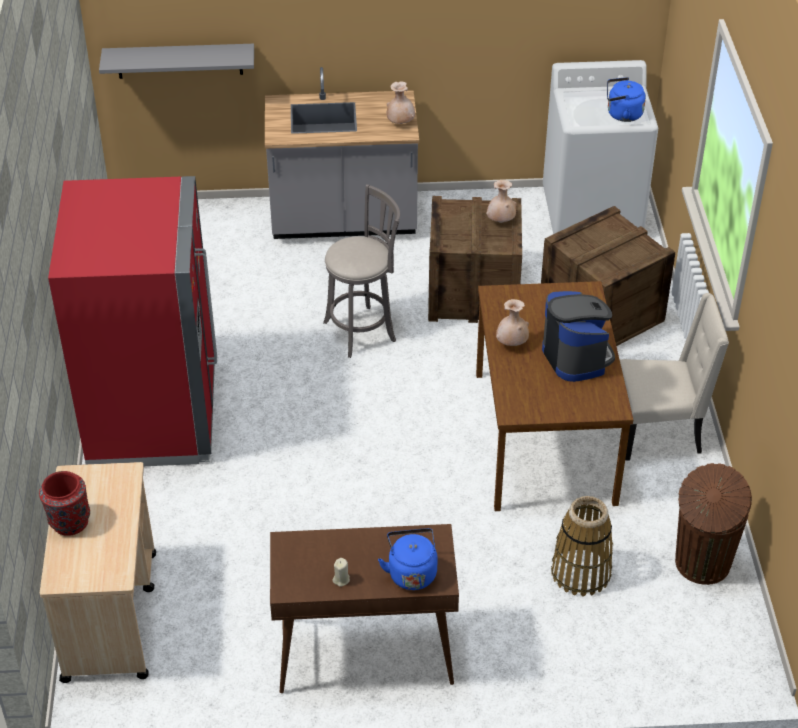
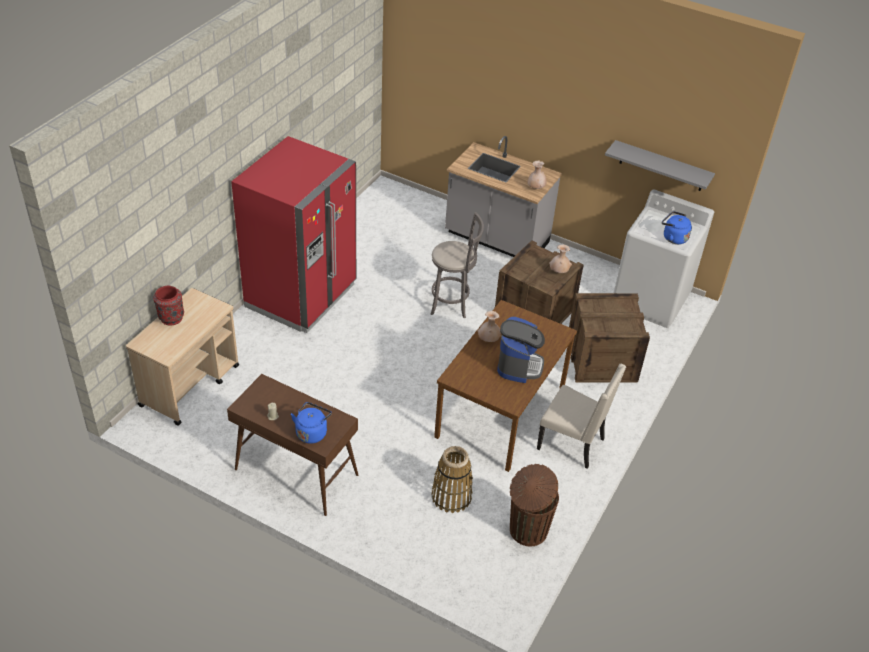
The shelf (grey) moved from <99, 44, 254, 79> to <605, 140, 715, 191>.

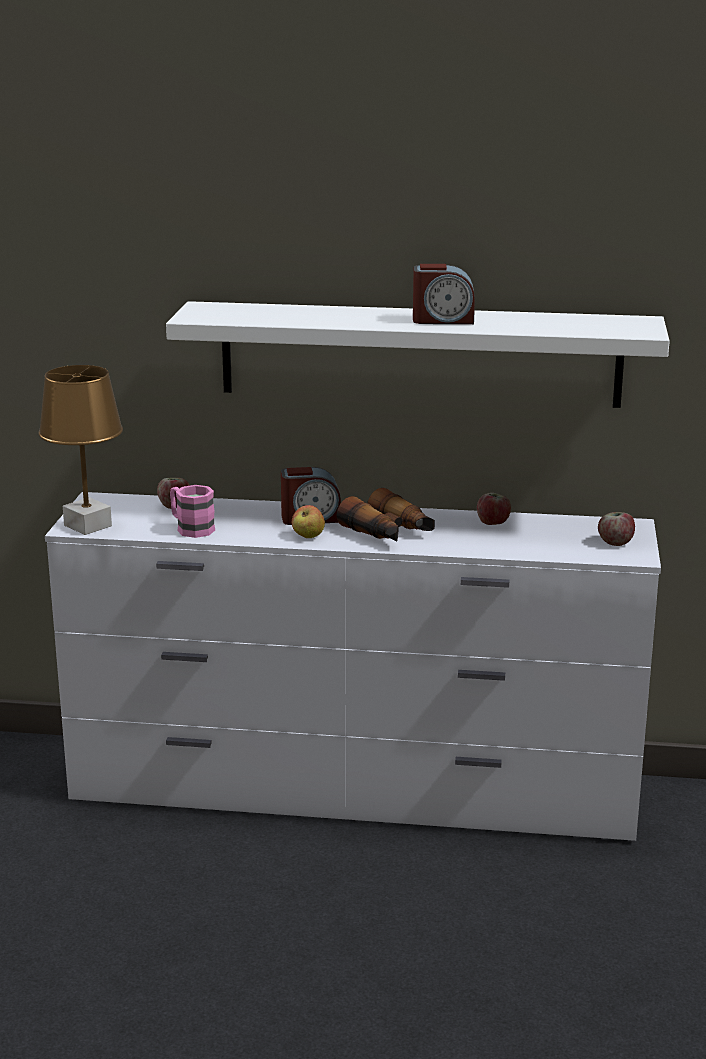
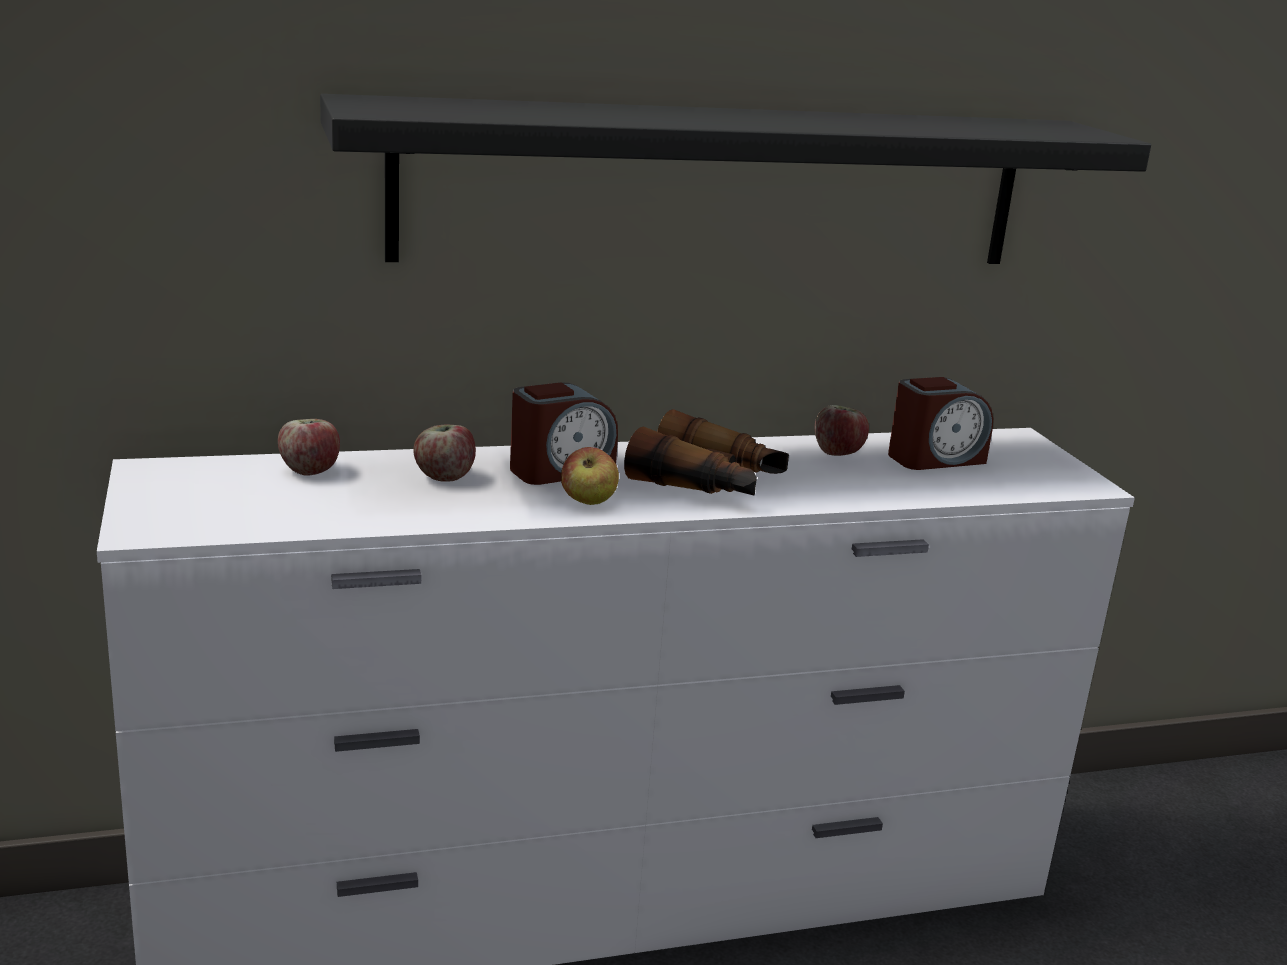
The table lamp (brown) at <39, 365, 123, 535> disappeared.
The mug (pink) at <170, 485, 215, 538> disappeared.
The alarm clock moved from <413, 264, 475, 324> to <888, 377, 993, 470>.
The apple moved from <598, 512, 635, 546> to <413, 424, 476, 482>.
The shelf (white) at <166, 301, 670, 408> became the shelf (black) at <320, 94, 1151, 264>.

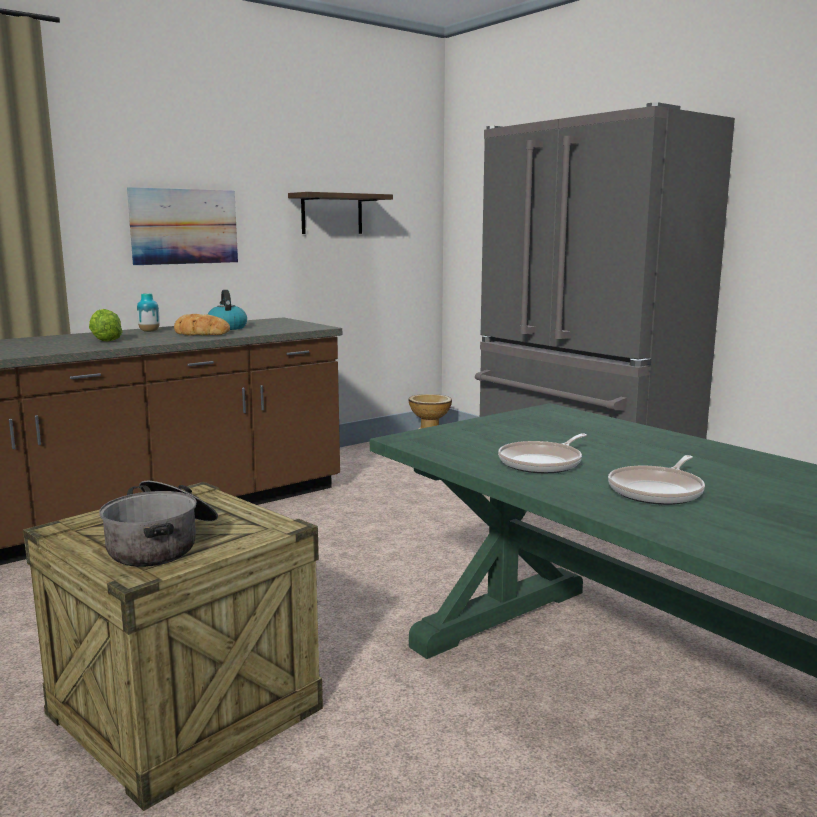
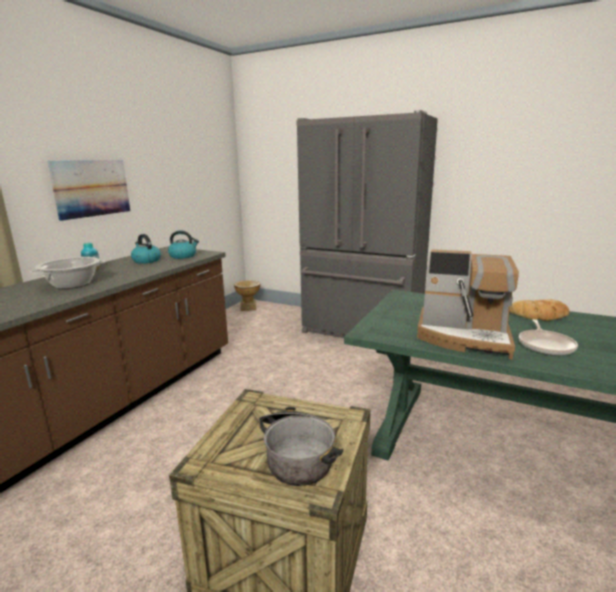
The shelf at <288, 192, 393, 234> disappeared.
The kettle at <168, 230, 199, 259> appeared.
The bread moved from <174, 314, 230, 335> to <510, 299, 570, 321>.
The lettuce at <89, 309, 123, 342> was replaced by the cooking pot at <30, 257, 105, 289>.
The frying pan at <498, 433, 587, 473> was replaced by the coffee machine at <417, 249, 519, 359>.

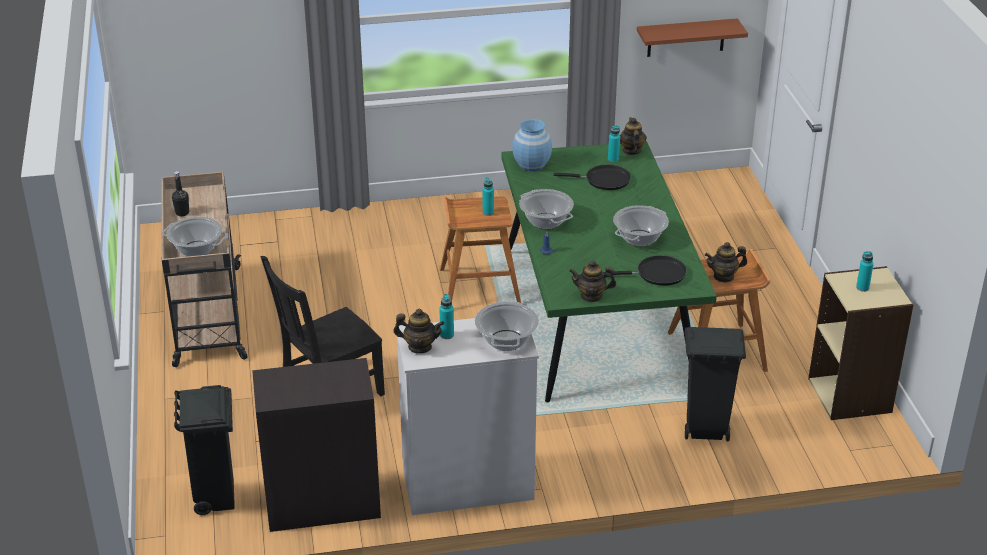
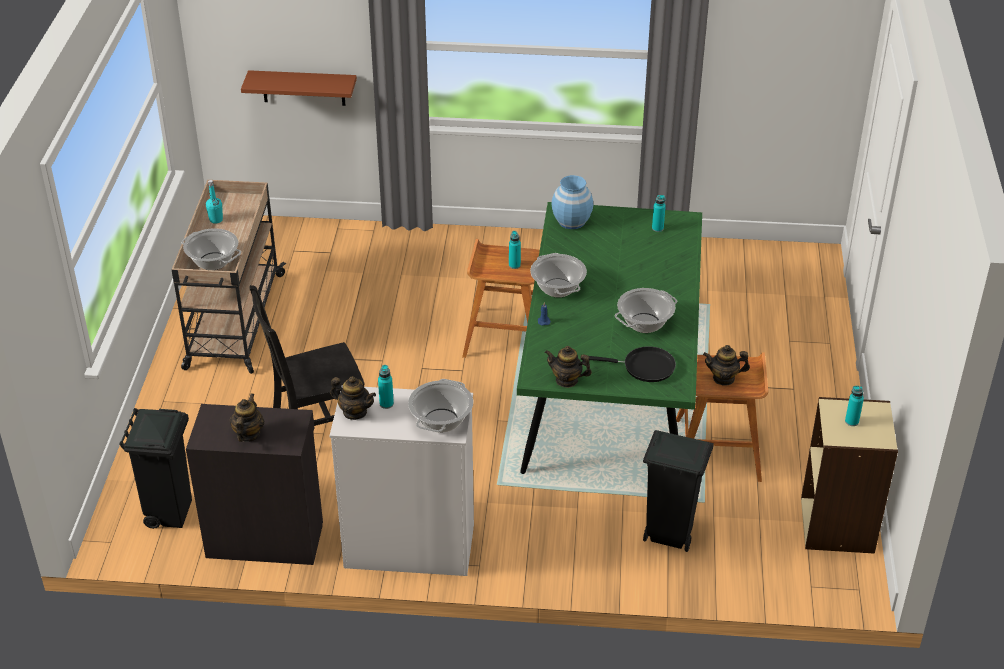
The frying pan (black) at <554, 165, 631, 190> disappeared.
The teapot moved from <620, 117, 647, 155> to <230, 393, 264, 442>.
The shelf (brown) moved from <637, 18, 748, 57> to <241, 70, 357, 106>.
The bottle (black) at <172, 171, 189, 216> became the bottle (turquoise) at <206, 180, 223, 224>.

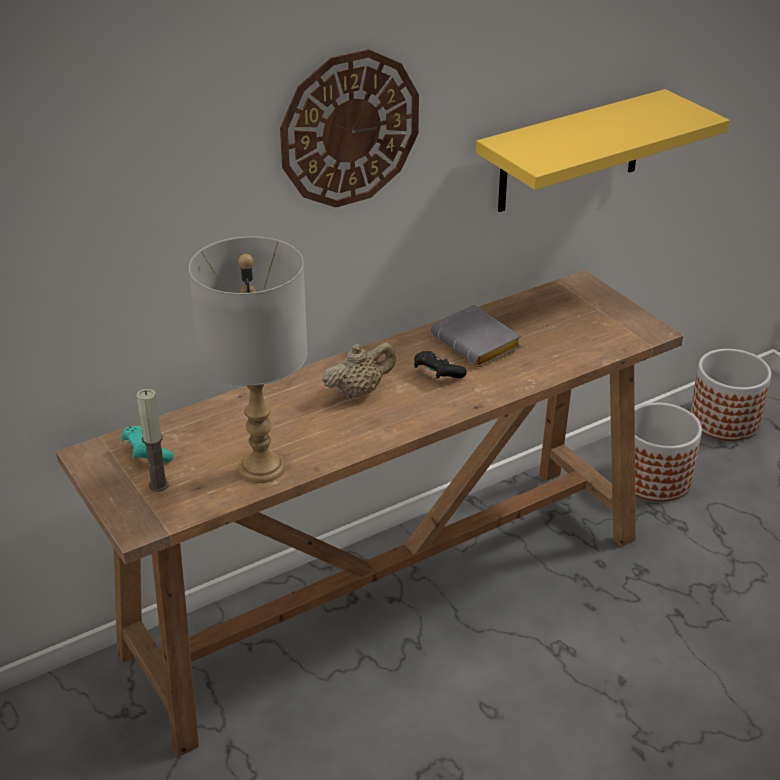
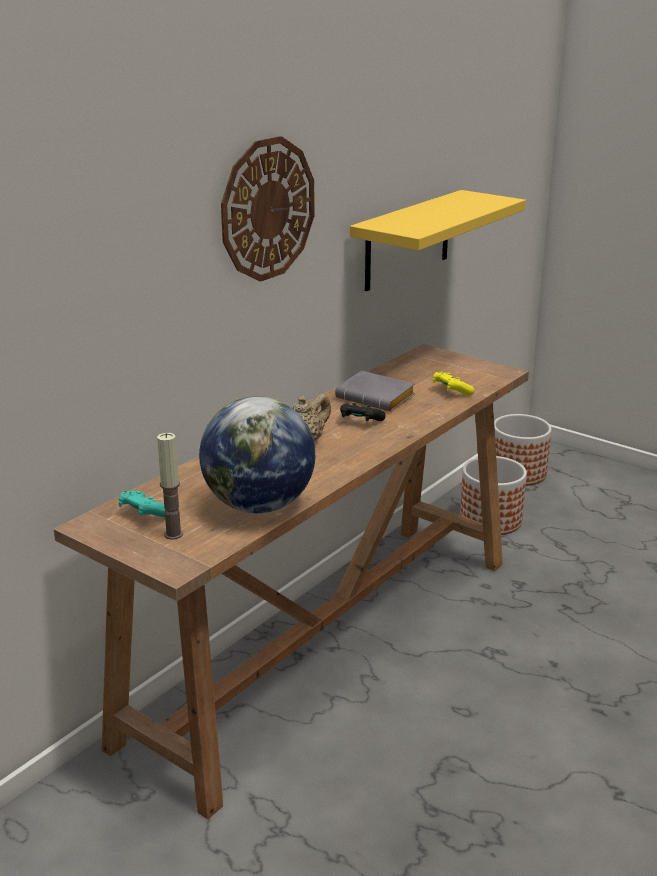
The game controller (yellow) at <433, 372, 475, 396> appeared.
The table lamp (grey) at <189, 236, 308, 483> was replaced by the globe at <199, 396, 315, 513>.

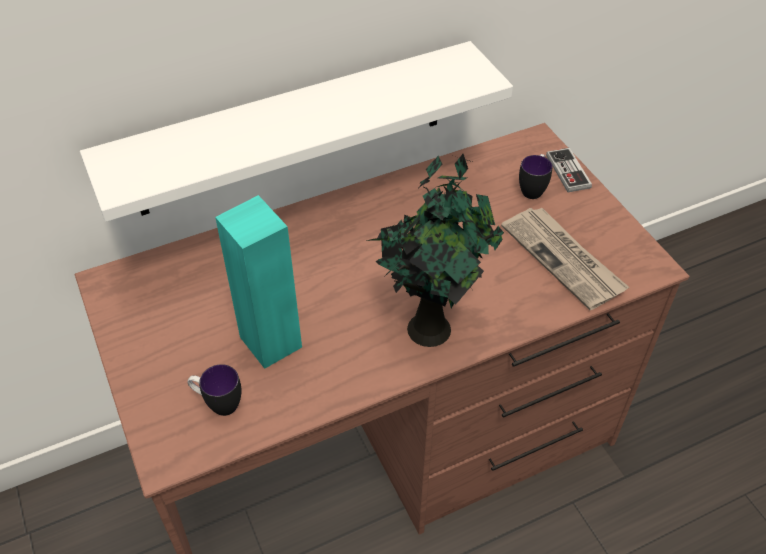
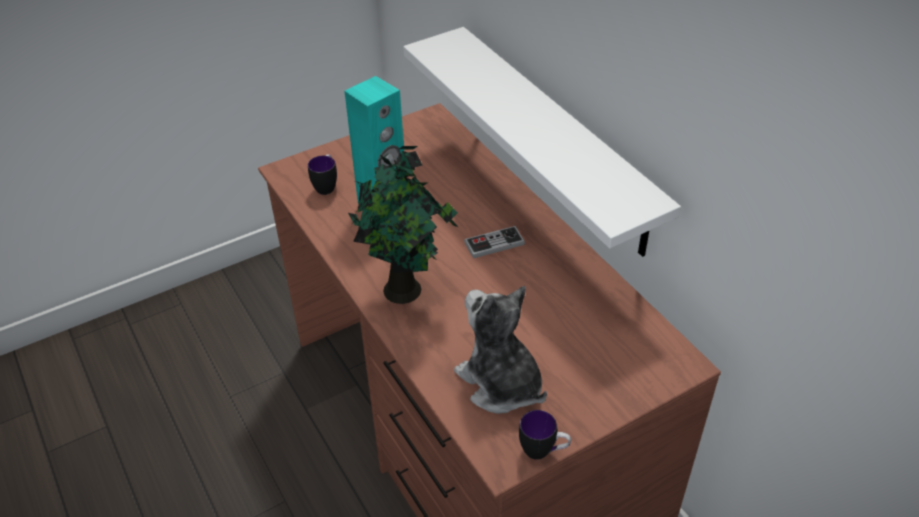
The mug moved from <519, 154, 553, 199> to <519, 410, 571, 460>.
The game controller moved from <546, 148, 592, 192> to <464, 226, 525, 258>.
The newspaper at <501, 208, 629, 310> was replaced by the plush toy at <454, 286, 547, 414>.

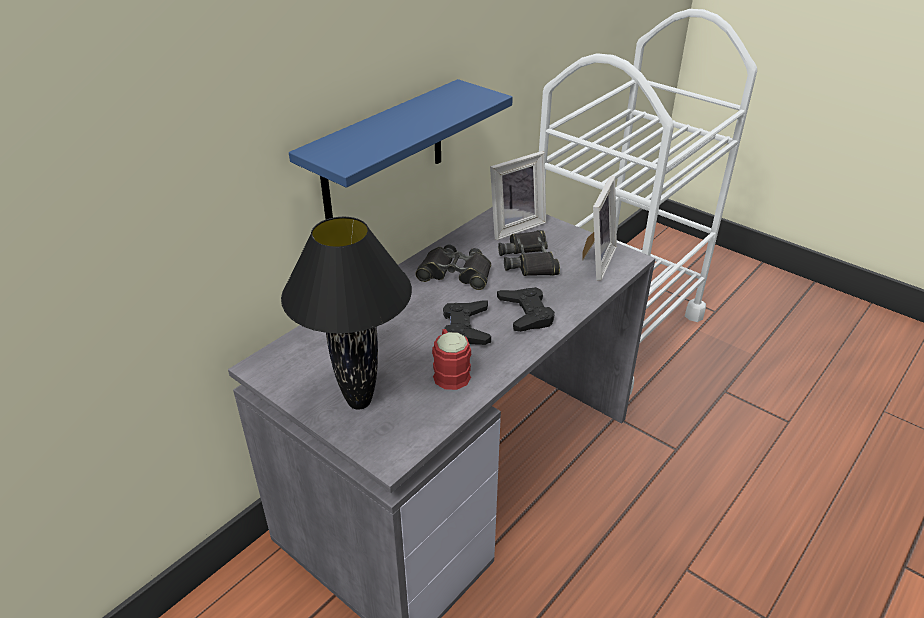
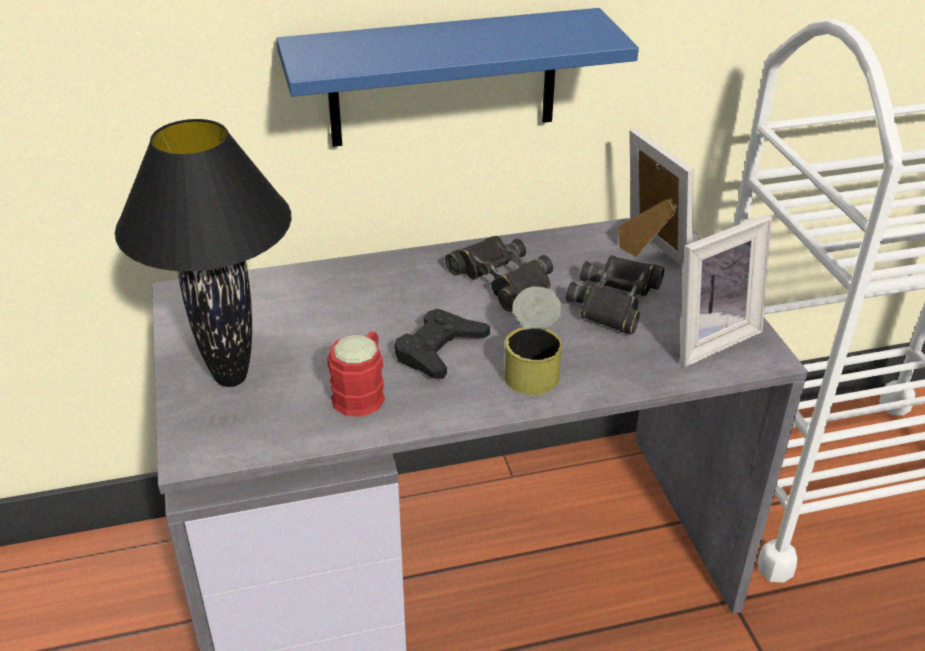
The game controller (black) at <497, 287, 555, 332> was replaced by the can at <504, 286, 562, 395>.
The picture frame at <490, 151, 546, 240> turned 120 degrees counterclockwise.

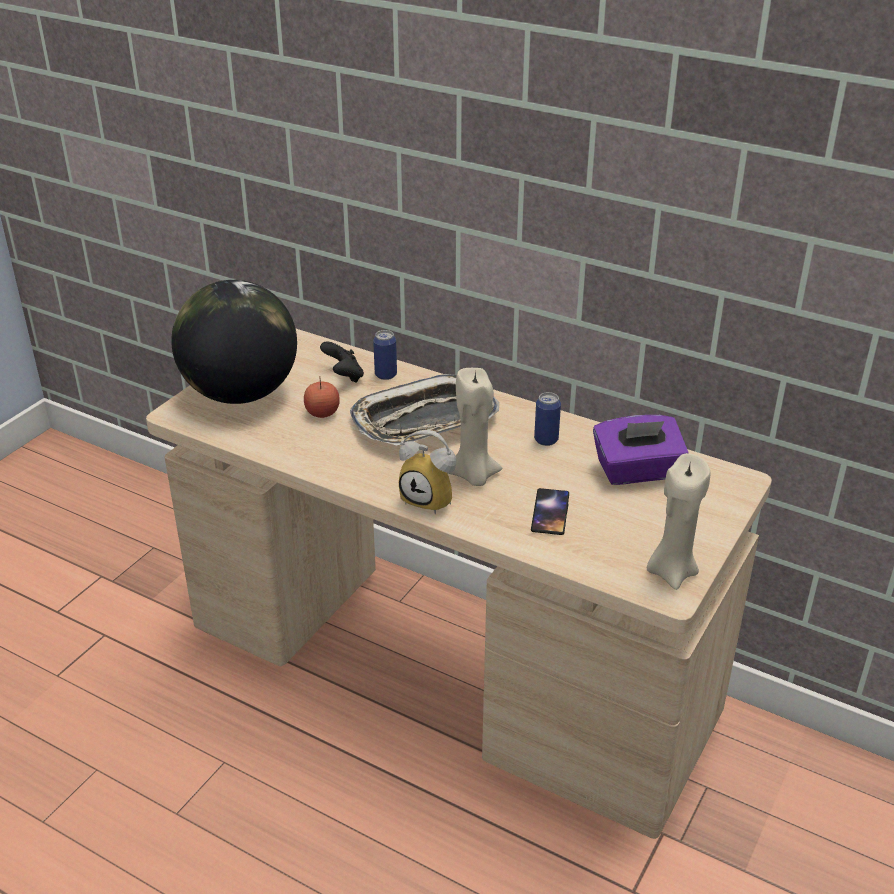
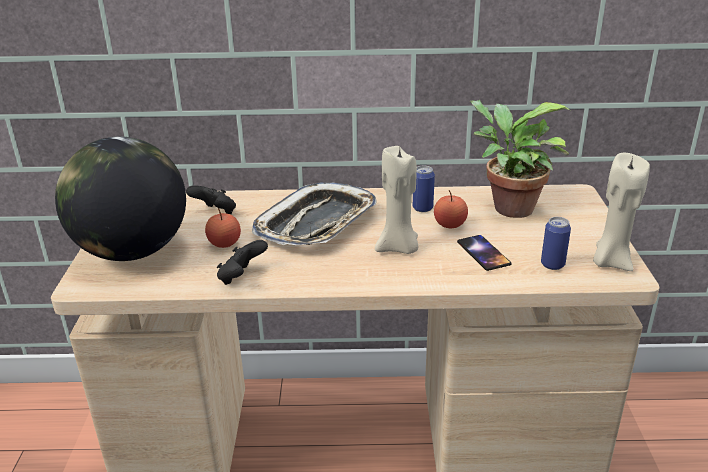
The alarm clock at <399, 430, 456, 514> disappeared.
The game controller (black) at <217, 240, 268, 285> appeared.
The apple at <434, 190, 468, 228> appeared.
The can moved from <373, 330, 397, 380> to <541, 217, 571, 270>.
The tissue box (purple) at <593, 415, 689, 485> was replaced by the potted plant at <469, 100, 570, 218>.

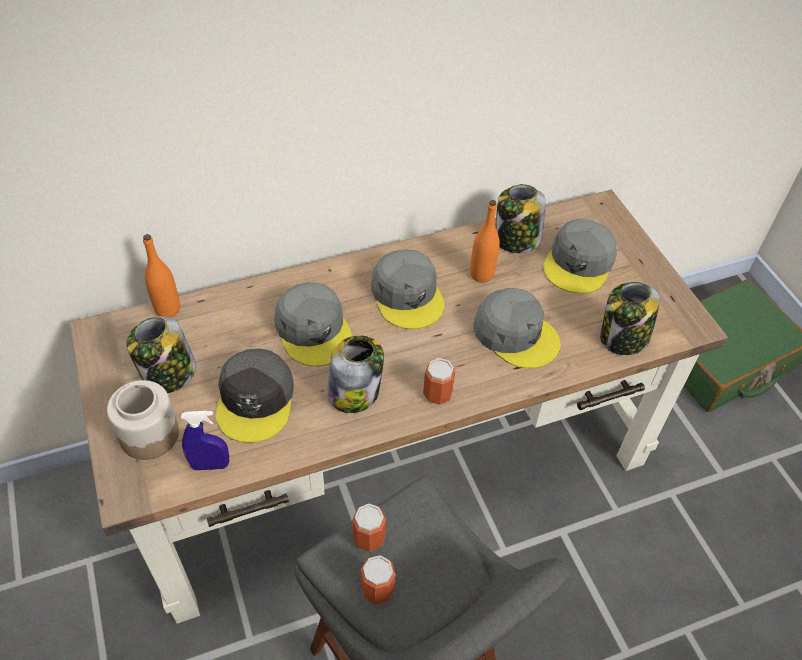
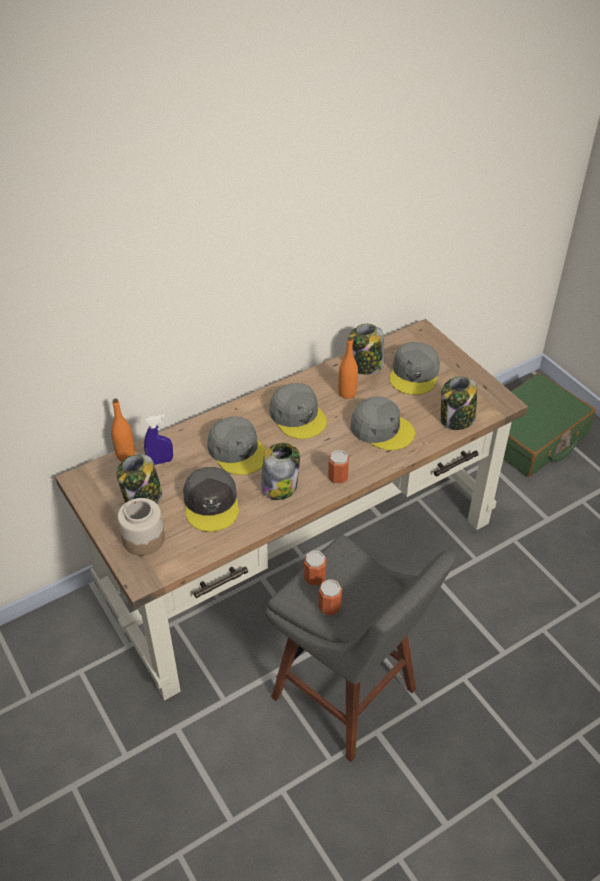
The spray bottle (blue) moved from <181, 411, 229, 470> to <144, 415, 173, 465>.

